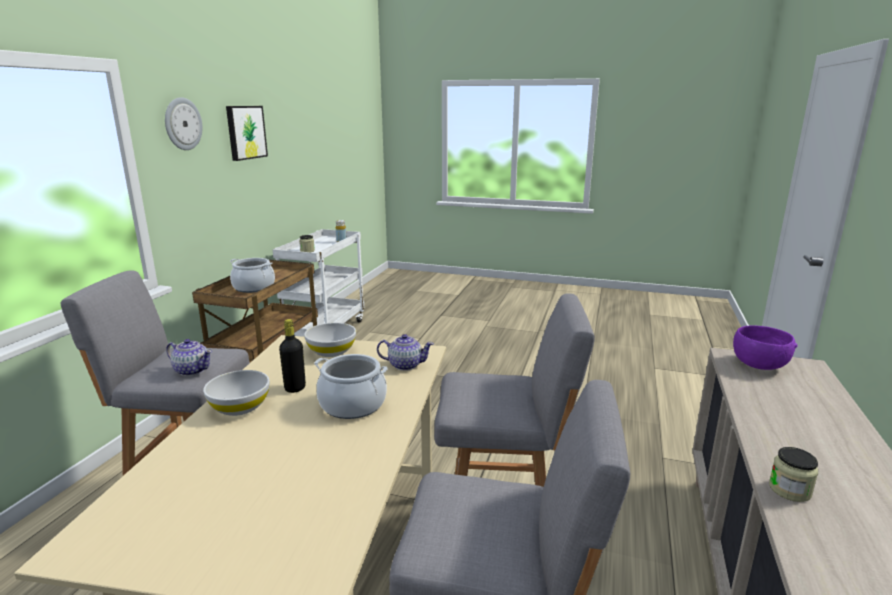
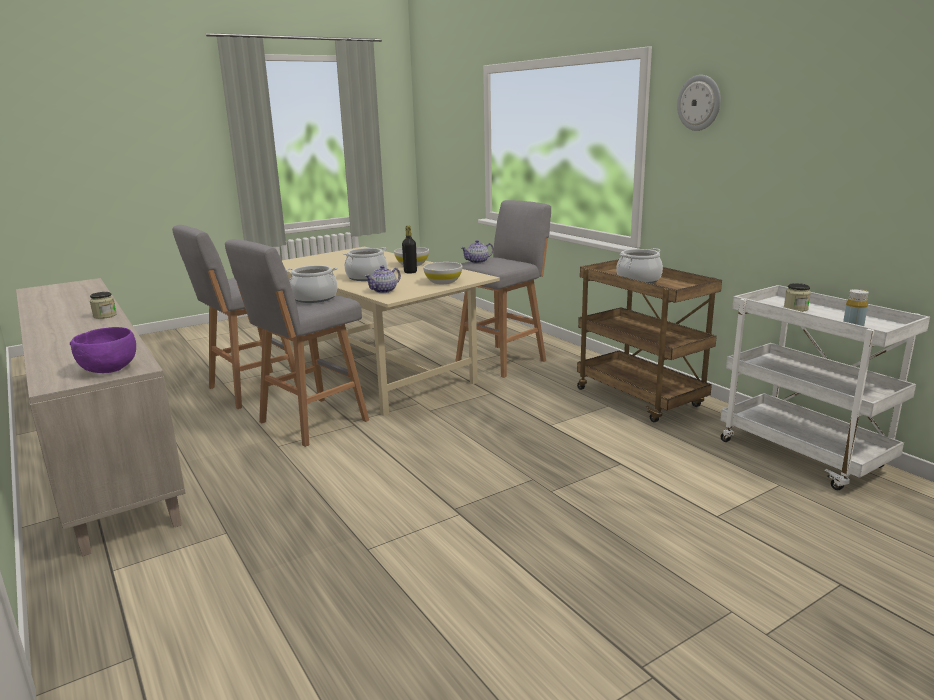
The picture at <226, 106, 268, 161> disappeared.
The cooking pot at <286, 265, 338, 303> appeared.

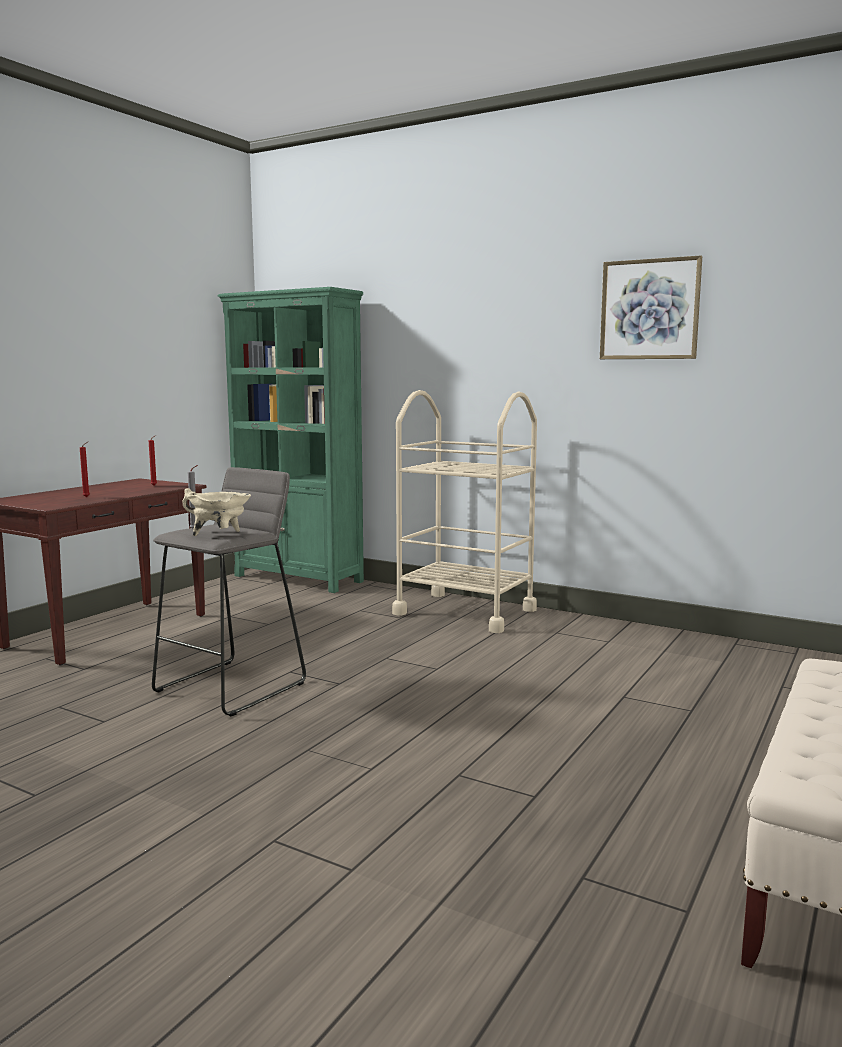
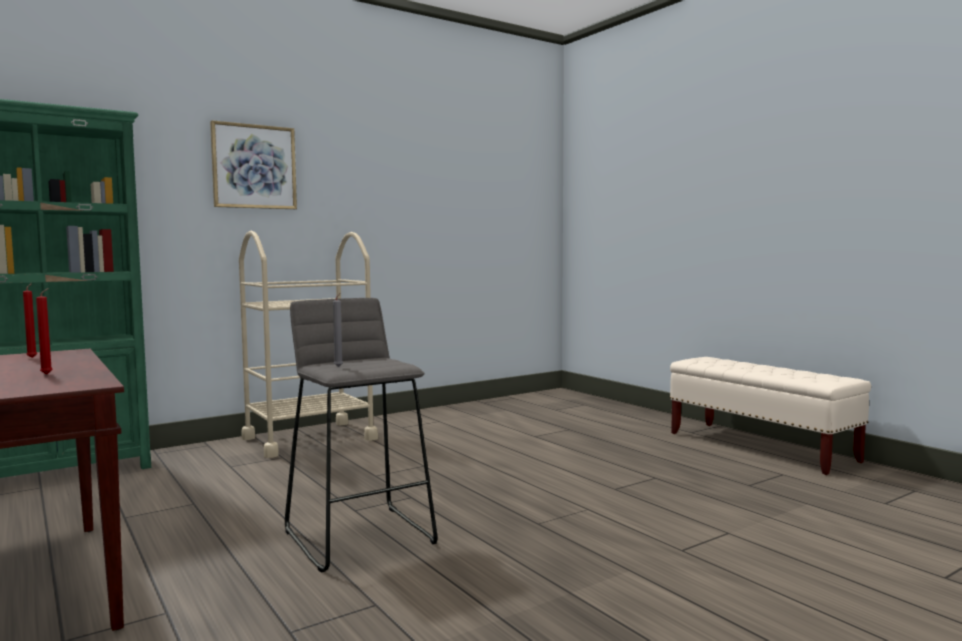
The cooking pot (beige) at <182, 488, 251, 536> disappeared.
The picture moved from <600, 255, 702, 359> to <210, 120, 297, 209>.

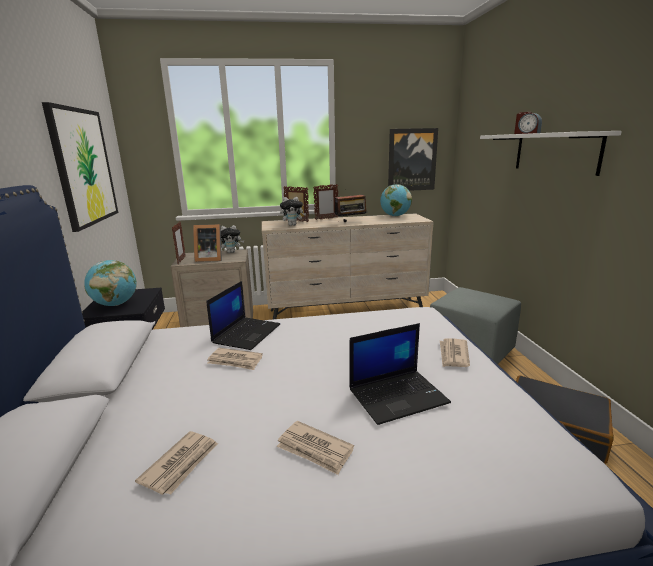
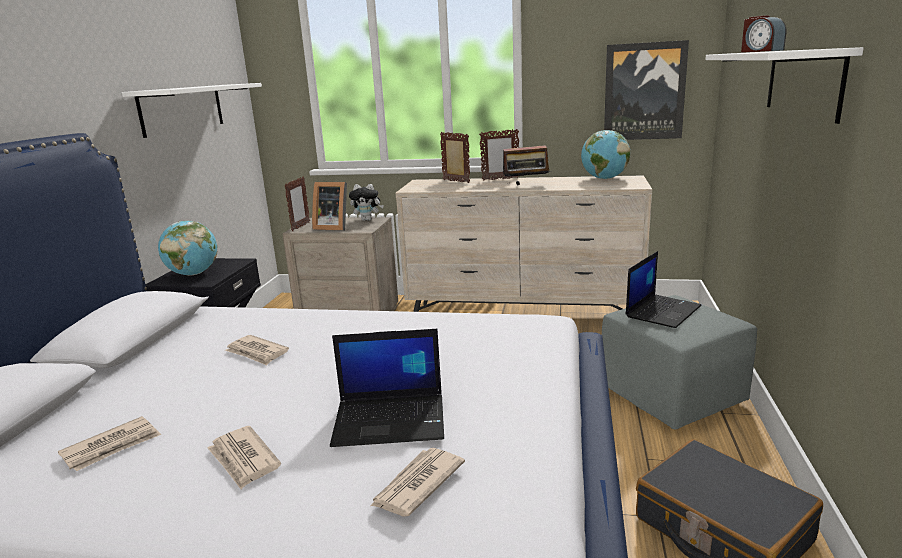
The plush toy at <280, 197, 306, 226> disappeared.
The laptop moved from <206, 281, 280, 350> to <626, 251, 702, 328>.
The newspaper moved from <440, 338, 470, 367> to <370, 448, 465, 517>.
The picture at <42, 102, 118, 232> was replaced by the shelf (white) at <122, 83, 262, 138>.

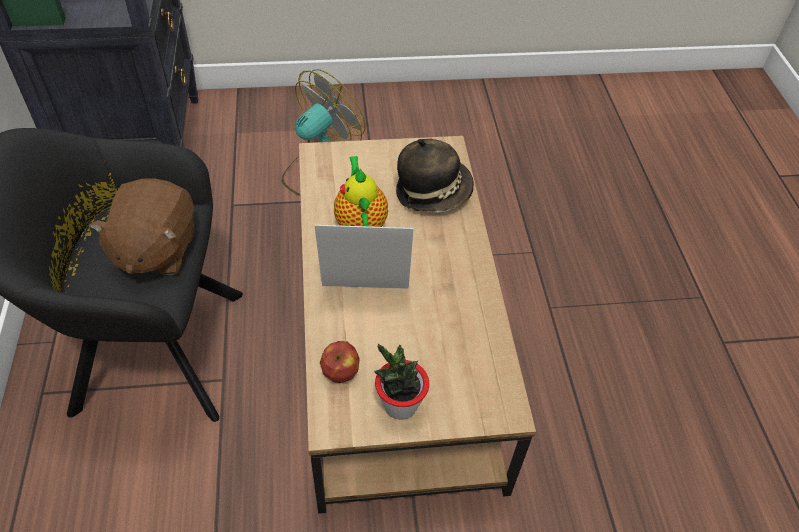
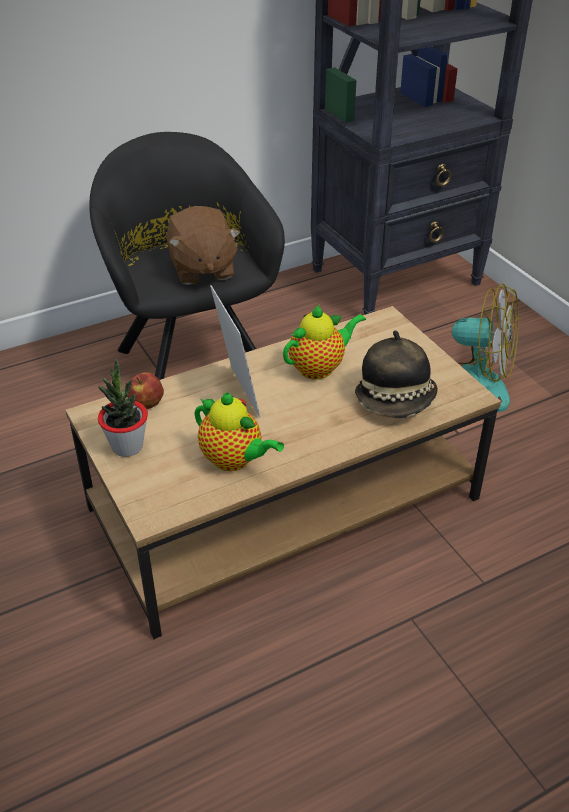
The teapot at <194, 392, 284, 471> appeared.
The plush toy (brown) at <89, 178, 195, 275> turned 90 degrees counterclockwise.

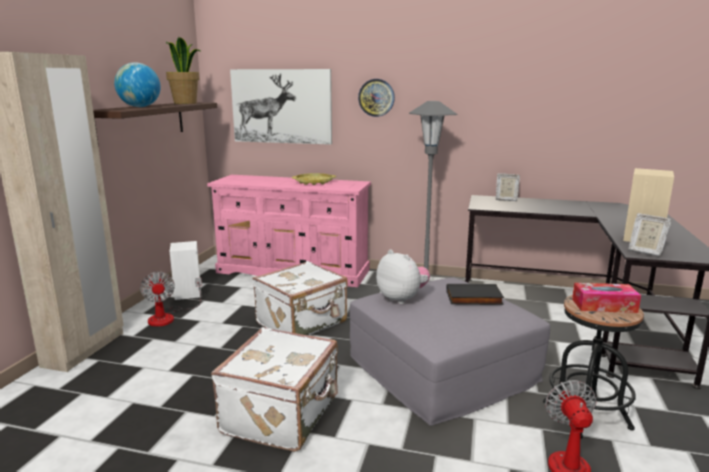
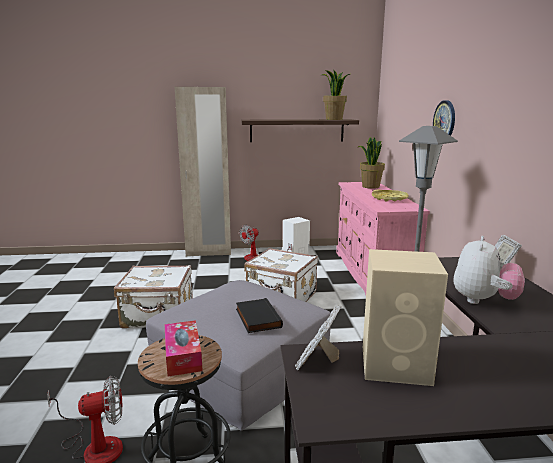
The globe at <114, 62, 161, 107> disappeared.
The picture at <230, 69, 332, 145> disappeared.
The potted plant at <357, 137, 385, 189> appeared.
The plush toy moved from <376, 249, 430, 304> to <454, 236, 525, 304>.

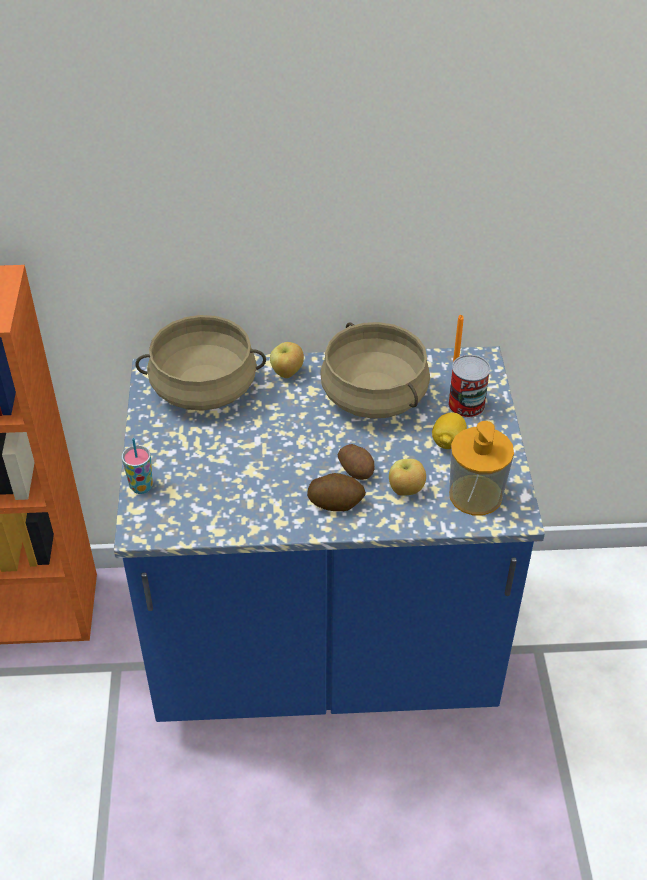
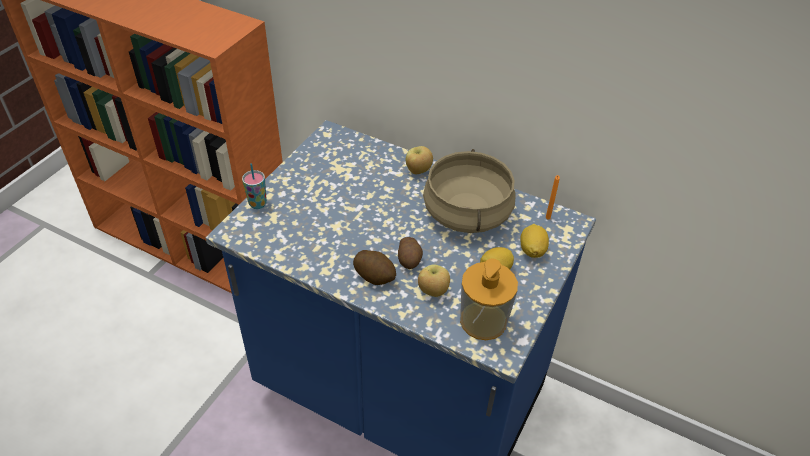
The cooking pot (beige) at <135, 315, 266, 411> disappeared.
The can at <448, 355, 490, 418> was replaced by the lemon at <520, 224, 549, 258>.

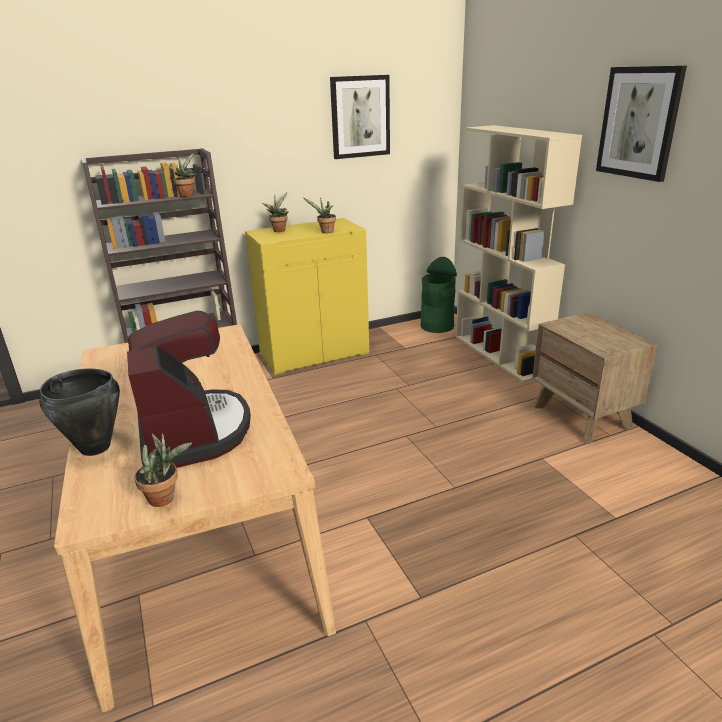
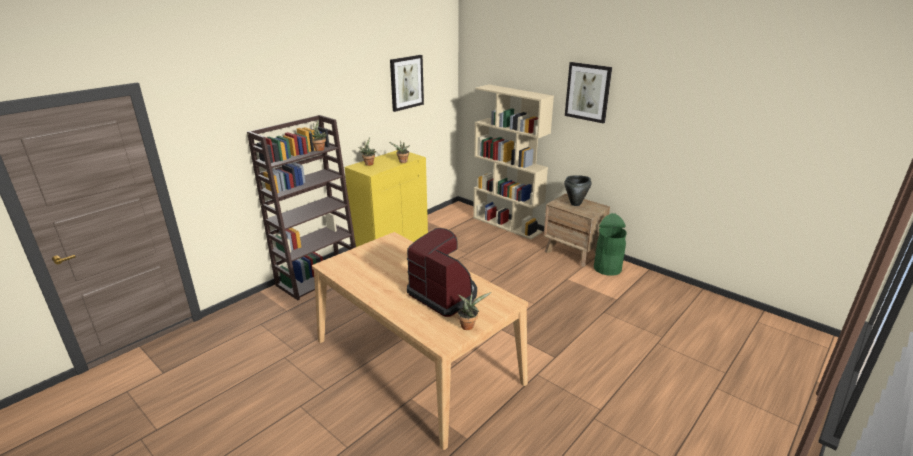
The cooking pot (black) moved from <39, 369, 120, 456> to <564, 175, 592, 206>.
The trash can (green) moved from <421, 257, 457, 333> to <594, 213, 627, 276>.

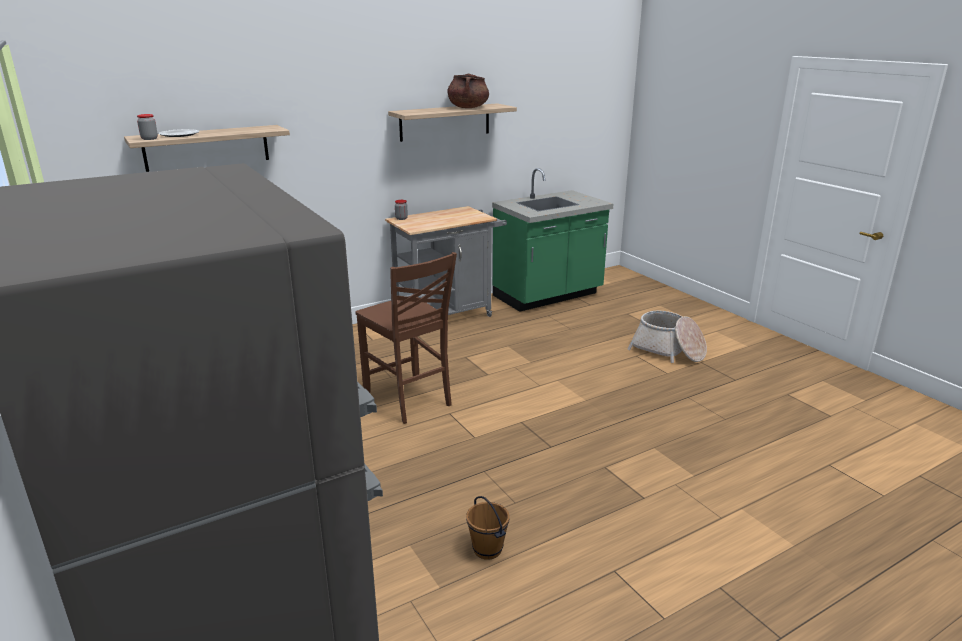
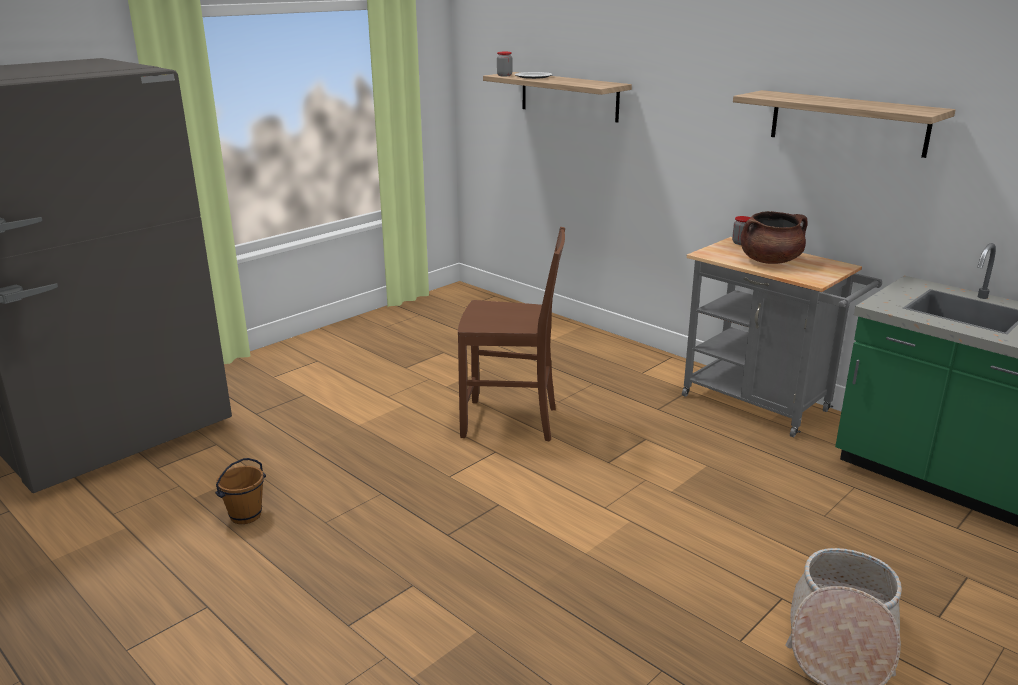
The cooking pot (brown) moved from <447, 74, 489, 108> to <741, 211, 808, 264>.
The chair (brown) at <355, 252, 457, 424> turned 120 degrees counterclockwise.

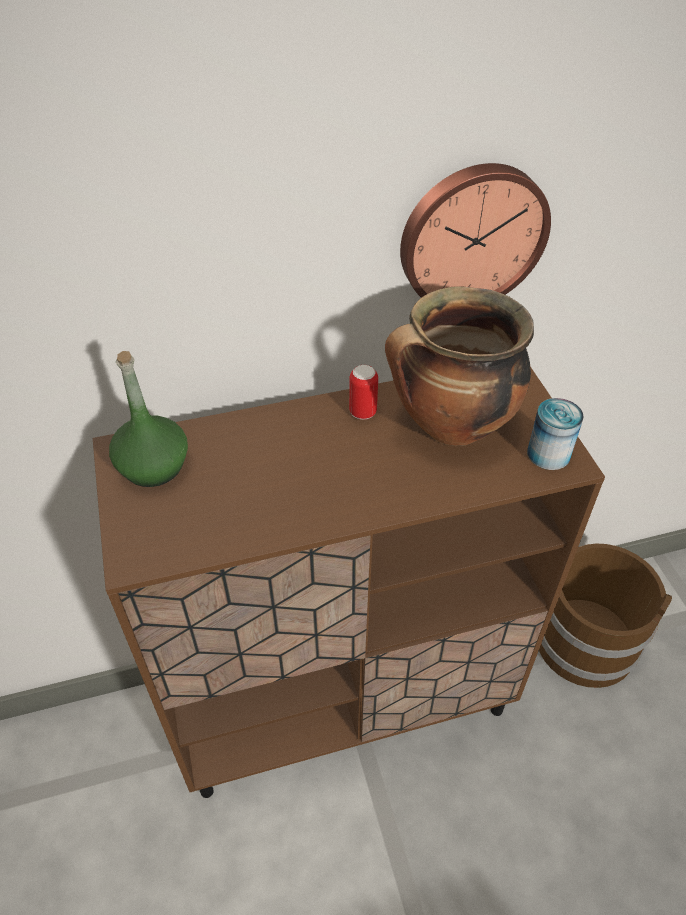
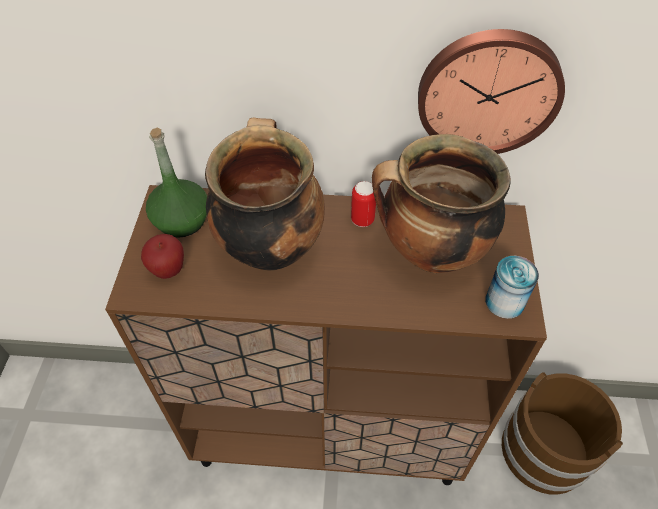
The apple at <141, 234, 184, 279> appeared.
The cooking pot at <205, 117, 325, 271> appeared.

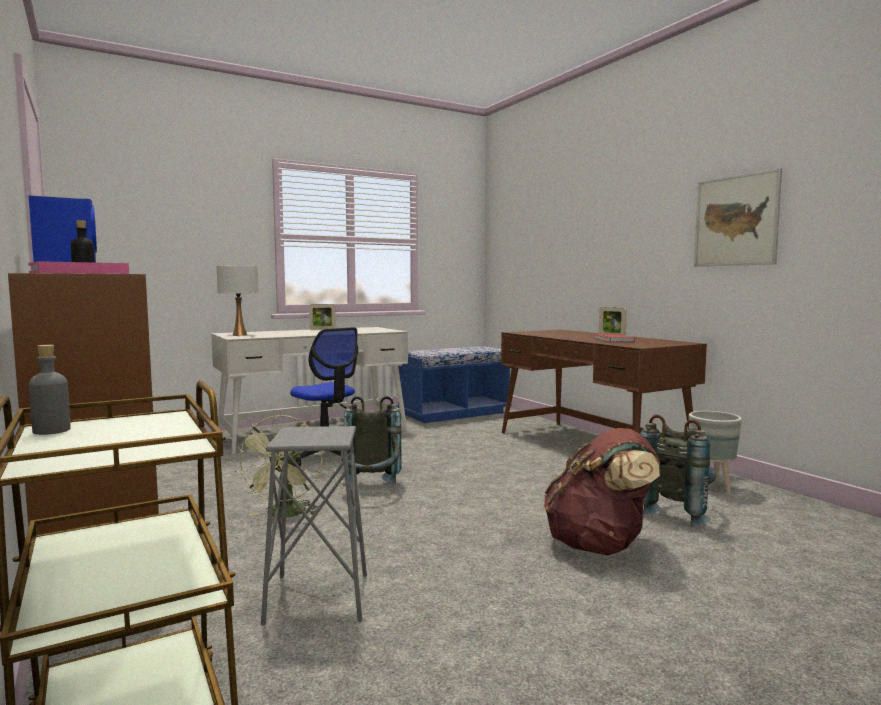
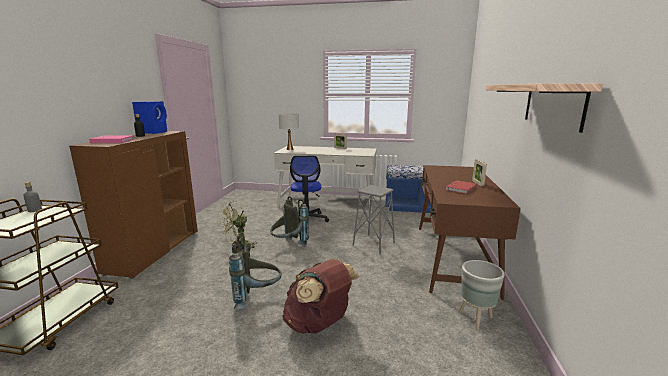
The stool (grey) moved from <261, 426, 367, 625> to <353, 185, 395, 254>.
The backpack (grey) moved from <640, 415, 717, 526> to <229, 236, 282, 309>.
The picture at <694, 168, 782, 267> was replaced by the shelf at <486, 83, 603, 133>.

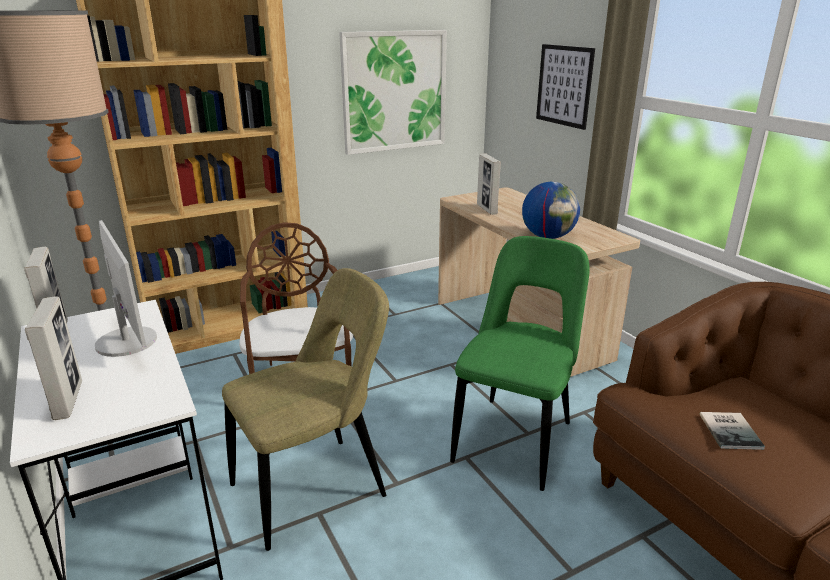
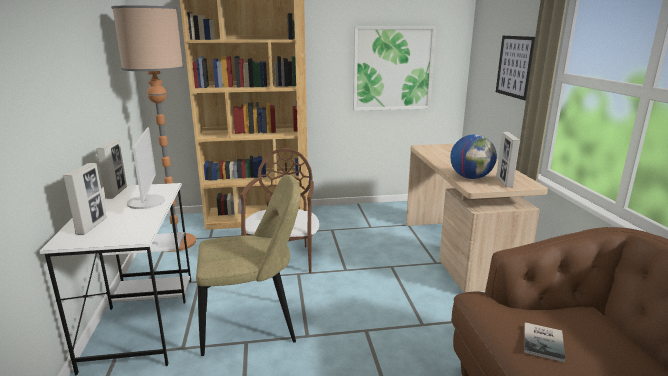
The chair (green) at <450, 236, 590, 491> disappeared.
The picture frame moved from <477, 153, 501, 215> to <496, 132, 520, 188>.

